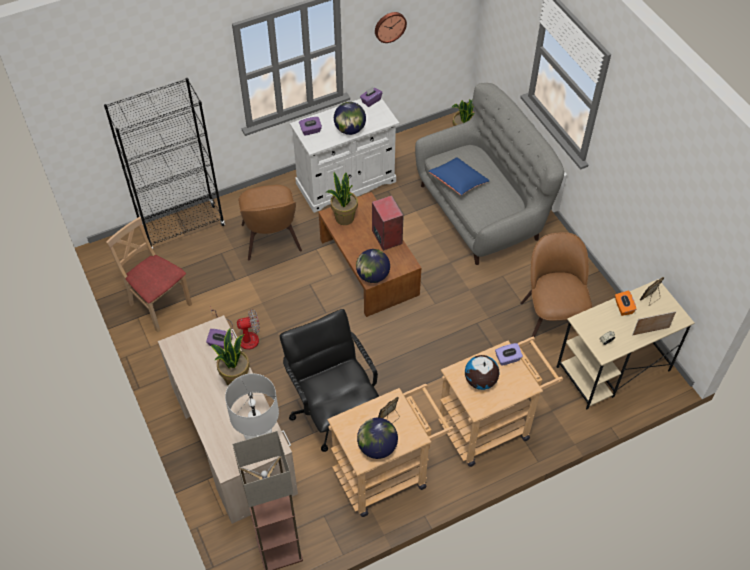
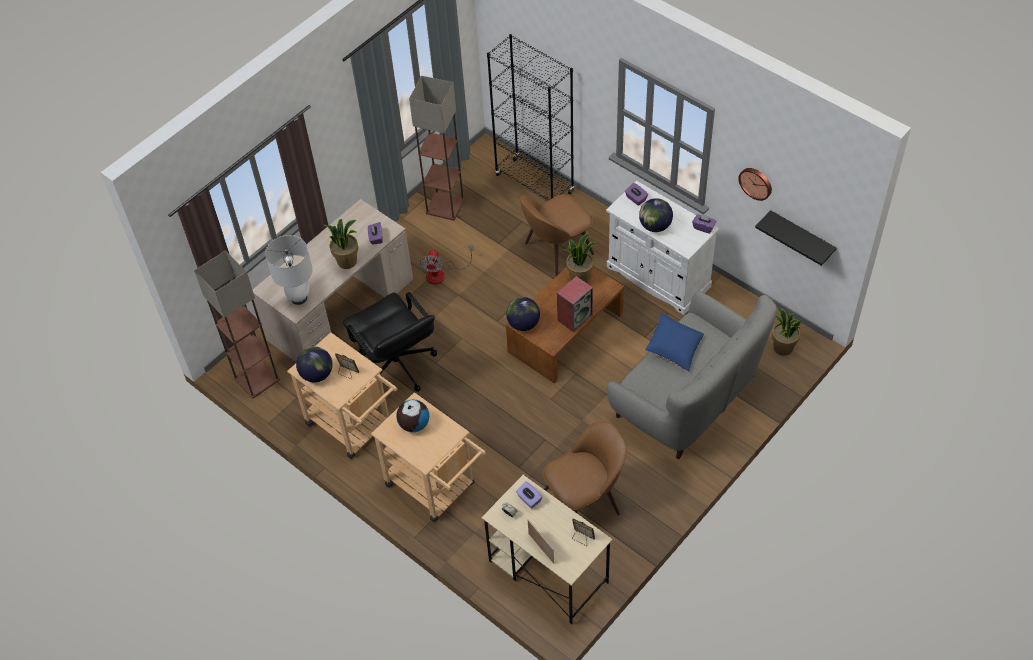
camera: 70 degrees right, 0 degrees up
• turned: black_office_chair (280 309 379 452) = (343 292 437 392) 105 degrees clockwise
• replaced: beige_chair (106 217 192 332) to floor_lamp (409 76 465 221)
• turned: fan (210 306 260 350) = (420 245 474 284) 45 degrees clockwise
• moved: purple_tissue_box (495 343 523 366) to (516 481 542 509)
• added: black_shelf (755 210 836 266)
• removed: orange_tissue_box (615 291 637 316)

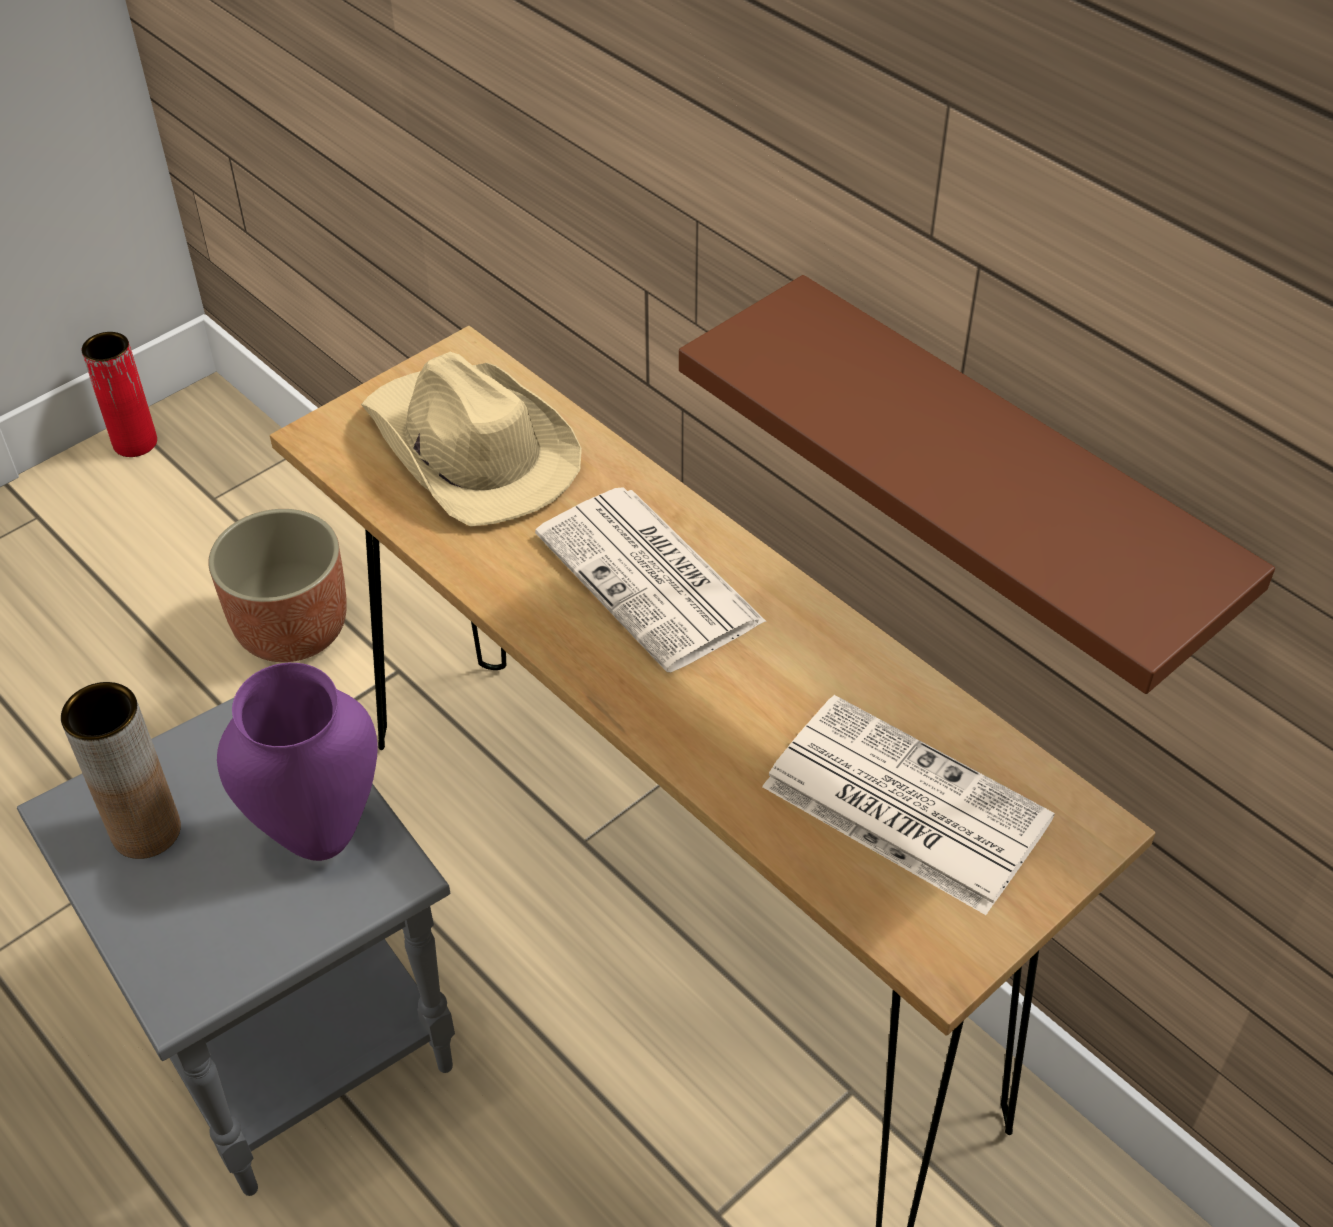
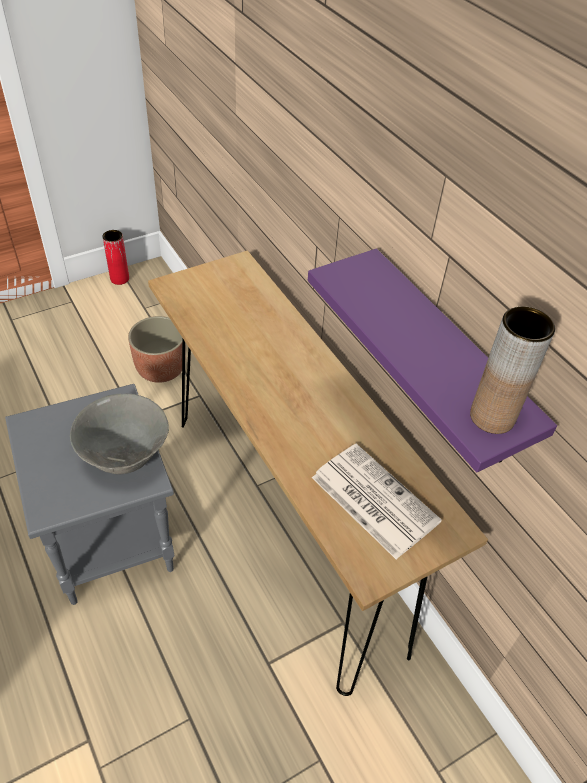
camera: 10 degrees right, 0 degrees up
• replaced: purple_vase (217 663 378 861) to grey_bowl (70 393 169 475)
• recoloured: brown_shelf (679 275 1275 694) to purple_shelf (308 248 557 472)
• moved: brown_vase (61 682 181 859) to (470 306 555 434)
• removed: beige_hat (361 352 582 527)
• removed: newspaper (535 487 767 672)

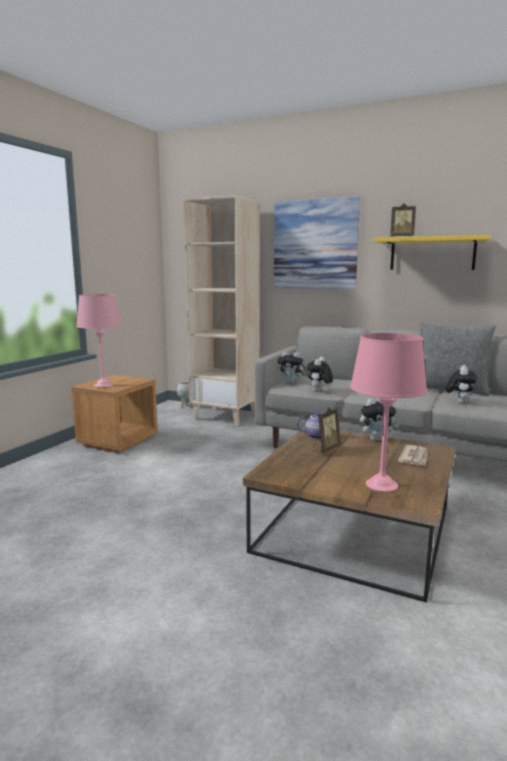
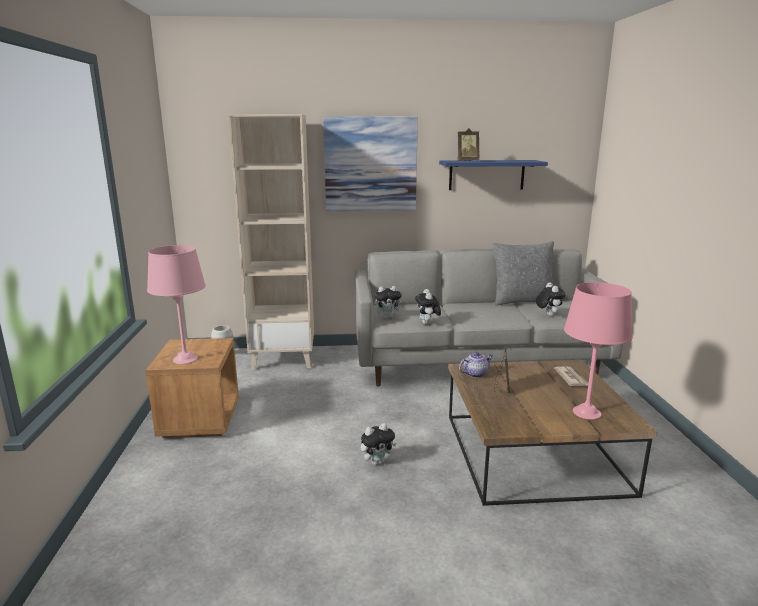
camera: 30 degrees left, 5 degrees up
• moved: plush_toy (360 399 399 441) to (361 423 396 465)
• recoloured: yellow_shelf (374 235 491 270) to blue_shelf (439 160 548 190)

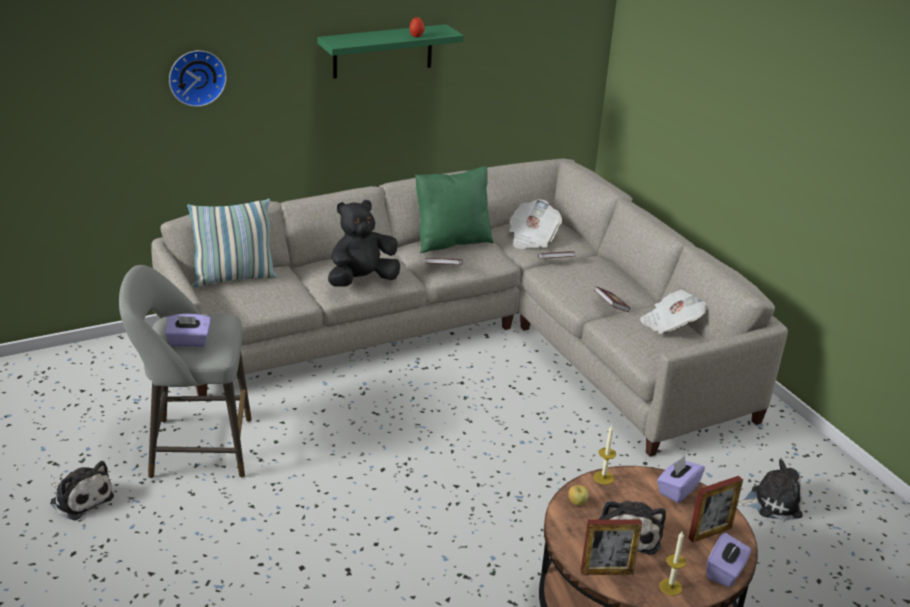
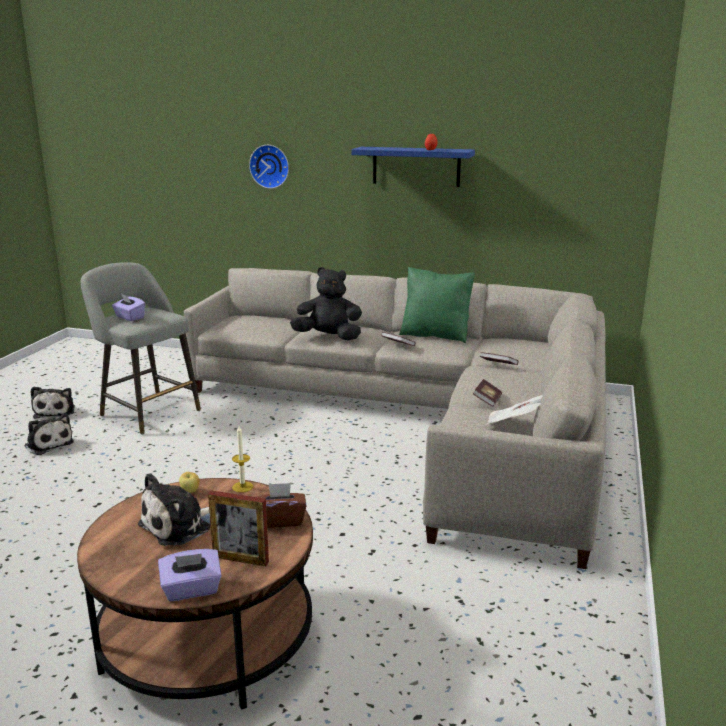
camera: 45 degrees right, 10 degrees down
• moved: plush_toy (737 459 803 521) to (24 414 74 455)
• recoloured: purple_tissue_box (657 456 705 503) to brown_tissue_box (256 483 307 528)
• recoloured: green_shelf (317 24 464 79) to blue_shelf (351 147 475 187)
• removed: pillow (187 199 277 288)
• removed: newspaper (509 199 562 249)
• removed: picture_frame (581 519 642 575)
• removed: candle (659 531 686 596)

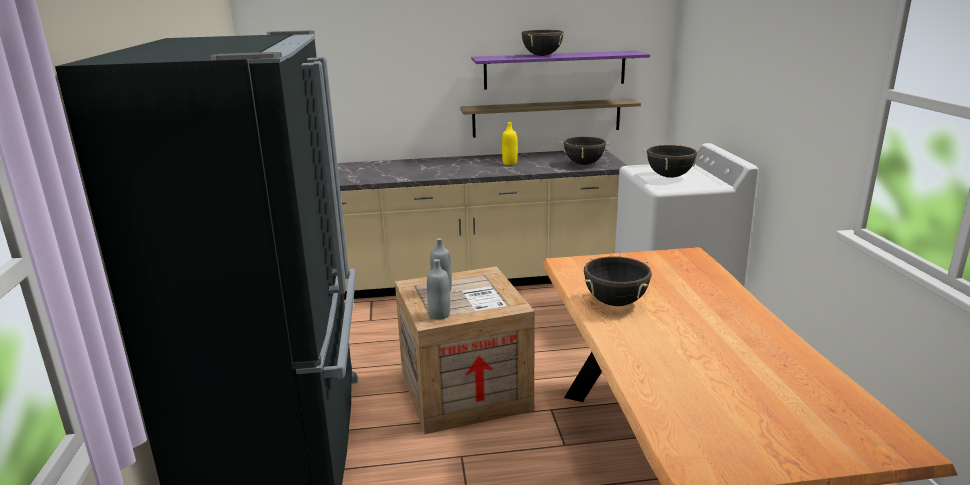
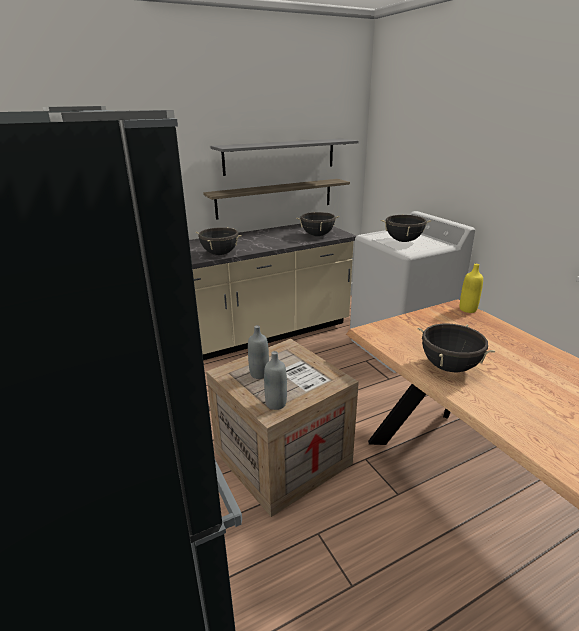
camera: 20 degrees left, 5 degrees up
• moved: black_cooking_pot (520 30 566 56) to (196 227 242 255)
• recoloured: purple_shelf (471 51 650 90) to grey_shelf (210 138 359 176)
• moved: yellow_bottle (502 122 517 165) to (460 264 483 313)

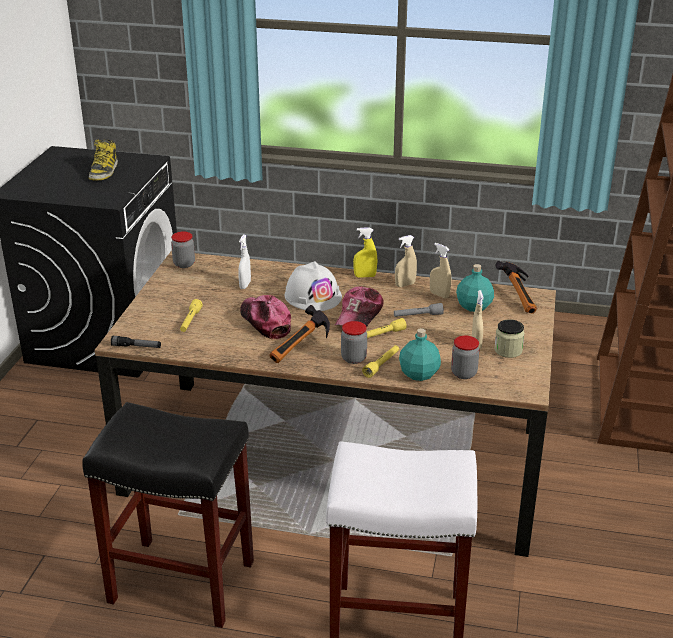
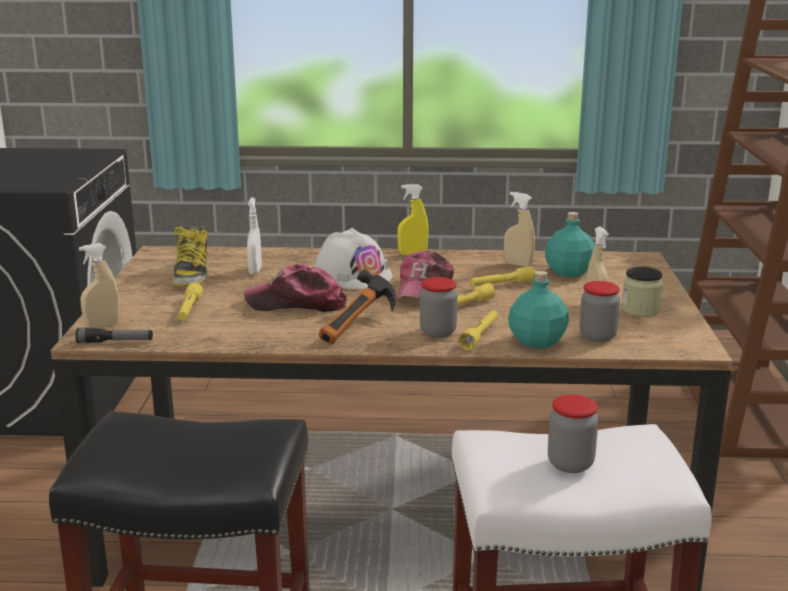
camera: 10 degrees left, 10 degrees down
• moved: beige_spray_bottle (395 235 417 287) to (79 243 120 329)
• moved: boot (89 140 118 181) to (173 226 208 287)
• turned: cap (240 295 291 340) = (244 264 347 312) 45 degrees counterclockwise
• recoloured: grey_flashlight (394 303 444 317) to yellow_flashlight (470 266 535 287)
• moved: jar (171 232 195 268) to (548 395 598 473)
• removed: hammer (495 261 537 314)

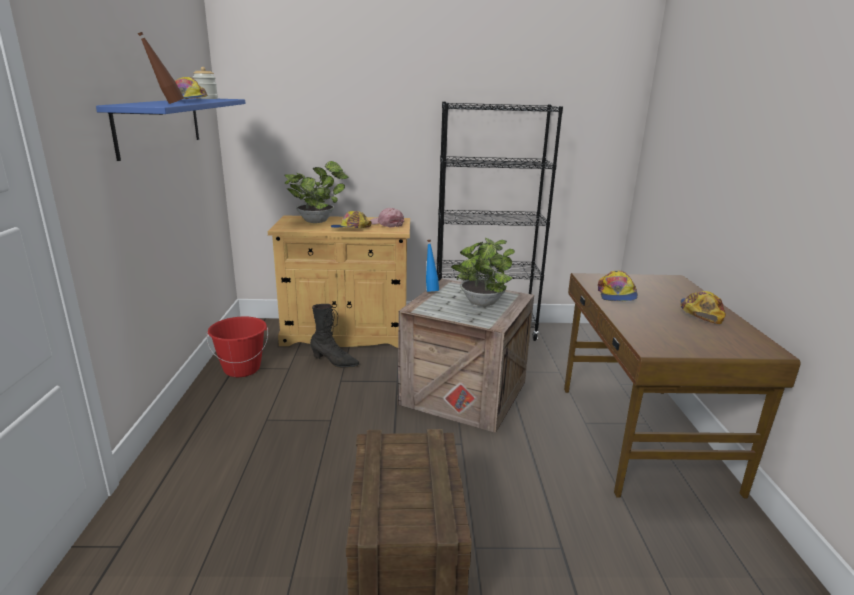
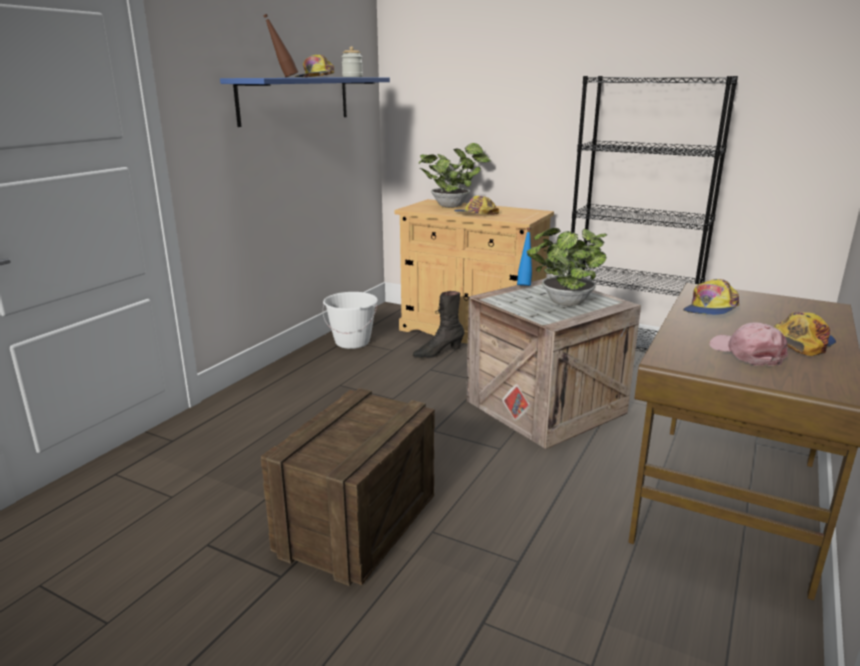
camera: 30 degrees right, 0 degrees up
• recoloured: red_bucket (207 317 268 377) to white_bucket (323 292 378 349)
• turned: black_boot (310 304 359 368) = (412 291 464 358) 105 degrees clockwise
• moved: pink_cap (370 208 404 228) to (709 323 788 366)

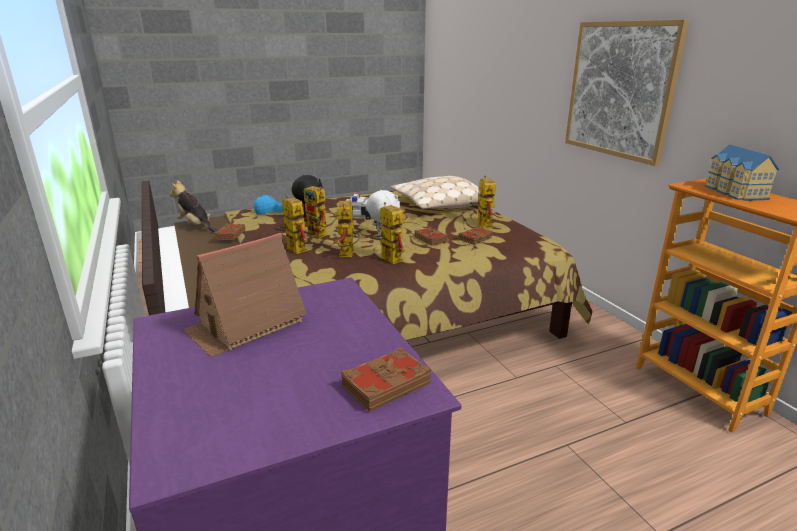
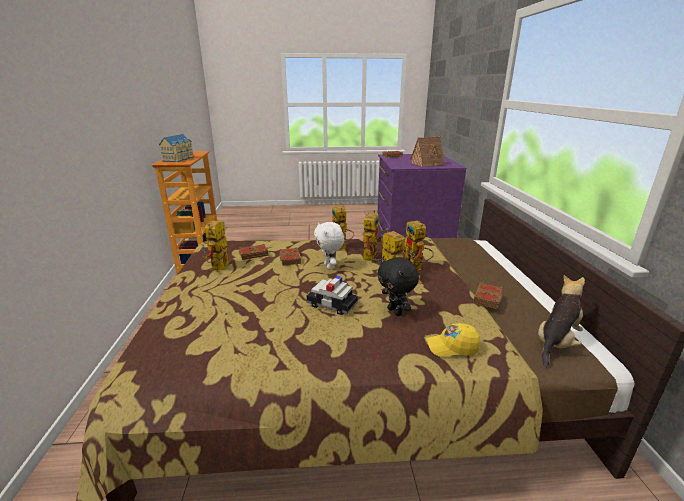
camera: 160 degrees left, 0 degrees up
• recoloured: blue_cap (254 195 283 214) to yellow_cap (426 323 481 357)
• turned: plush_toy (169 180 217 232) = (538 275 585 367) 105 degrees counterclockwise
• removed: beige_pillow (391 176 480 209)
• removed: picture (565 19 689 166)

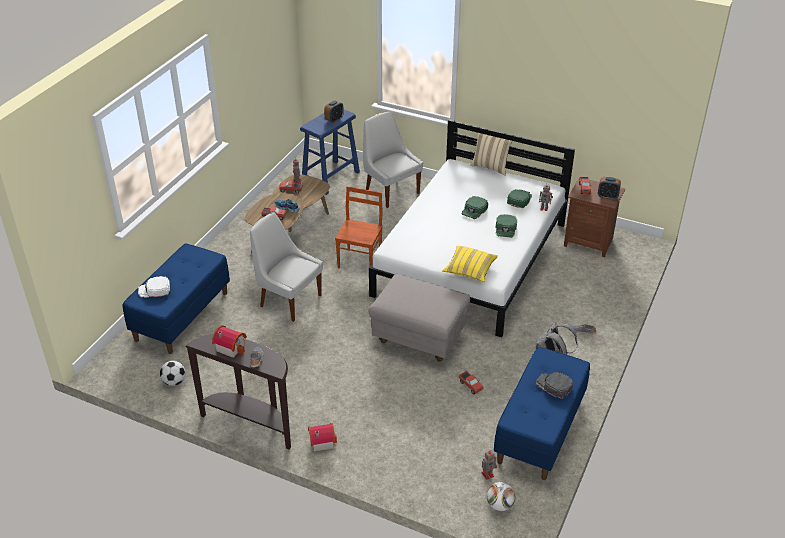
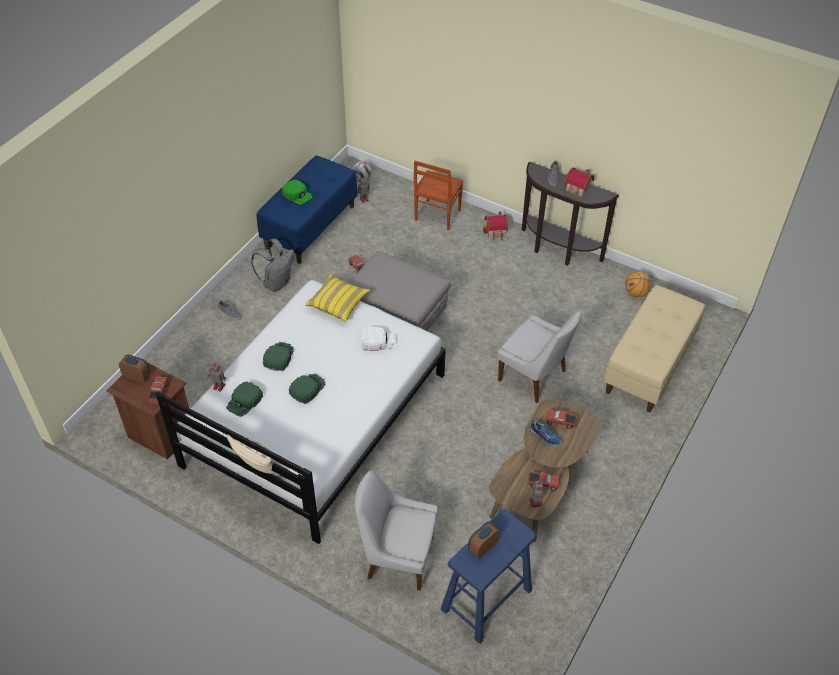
camera: 175 degrees left, 10 degrees up
• recoloured: black_cap (535 372 573 399) to green_cap (282 180 313 205)
• turned: white_chair (363 111 423 208) = (355 470 437 590) 135 degrees clockwise
• moved: white_cap (138 276 170 298) to (361 327 396 351)
• moved: brown_chair (335 186 383 268) to (414 160 464 230)
• recoloured: blue_bench (123 243 230 354) to beige_bench (604 285 705 412)
• replaced: football (160 361 186 386) to basketball (625 271 652 297)

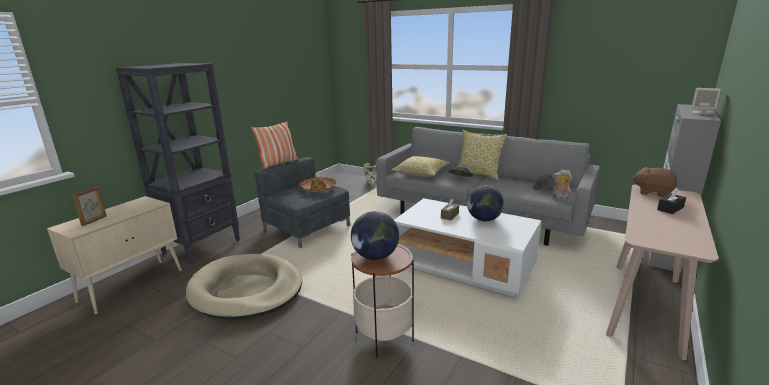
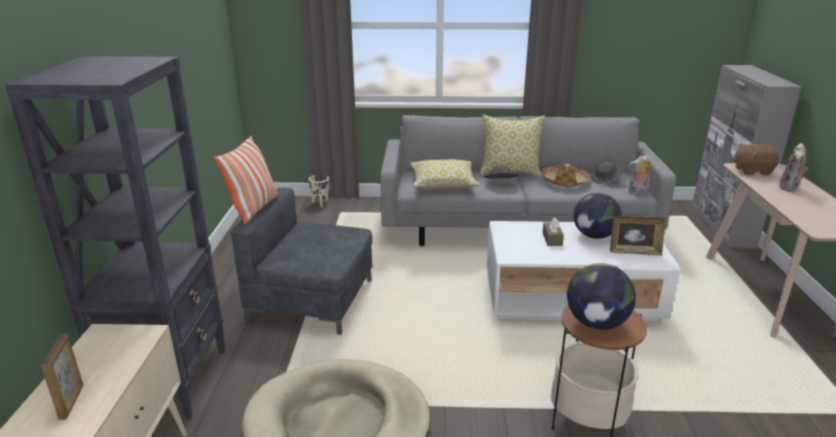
camera: 30 degrees left, 5 degrees up
• moved: hat (300 175 336 192) to (541 164 590 187)
• added: picture_frame (610 216 666 256)
• replaced: black_tissue_box (657 188 686 214) to plush_toy (778 143 808 192)
• removed: beige_speaker (692 88 721 115)

